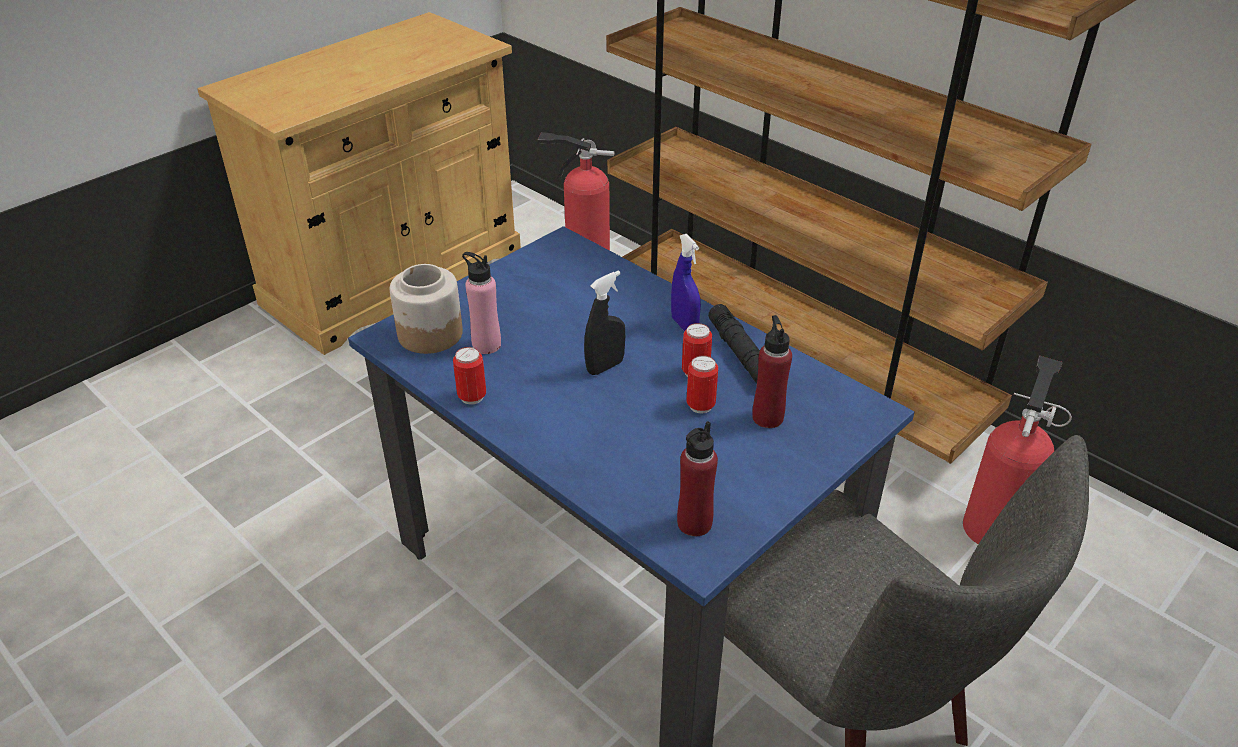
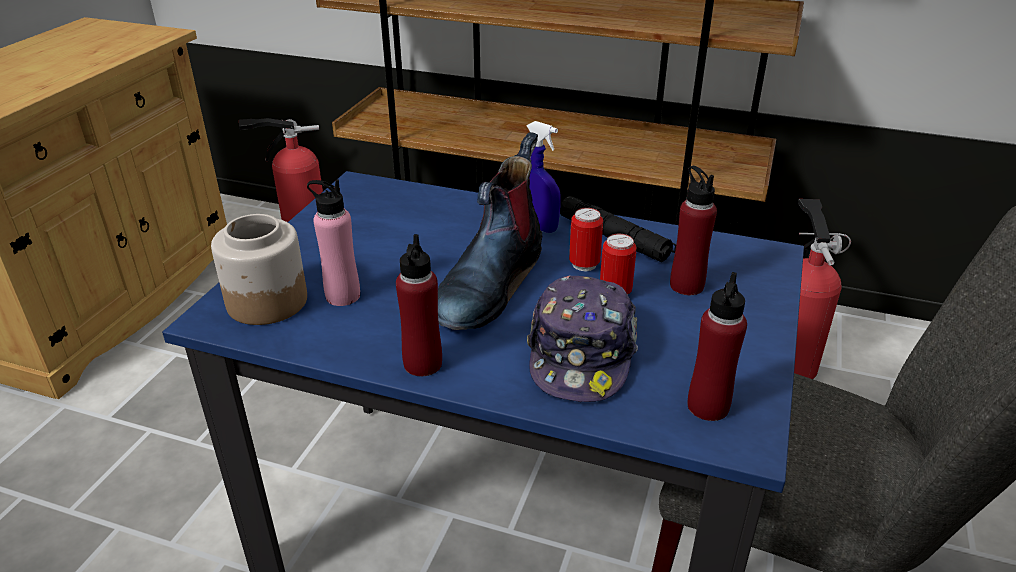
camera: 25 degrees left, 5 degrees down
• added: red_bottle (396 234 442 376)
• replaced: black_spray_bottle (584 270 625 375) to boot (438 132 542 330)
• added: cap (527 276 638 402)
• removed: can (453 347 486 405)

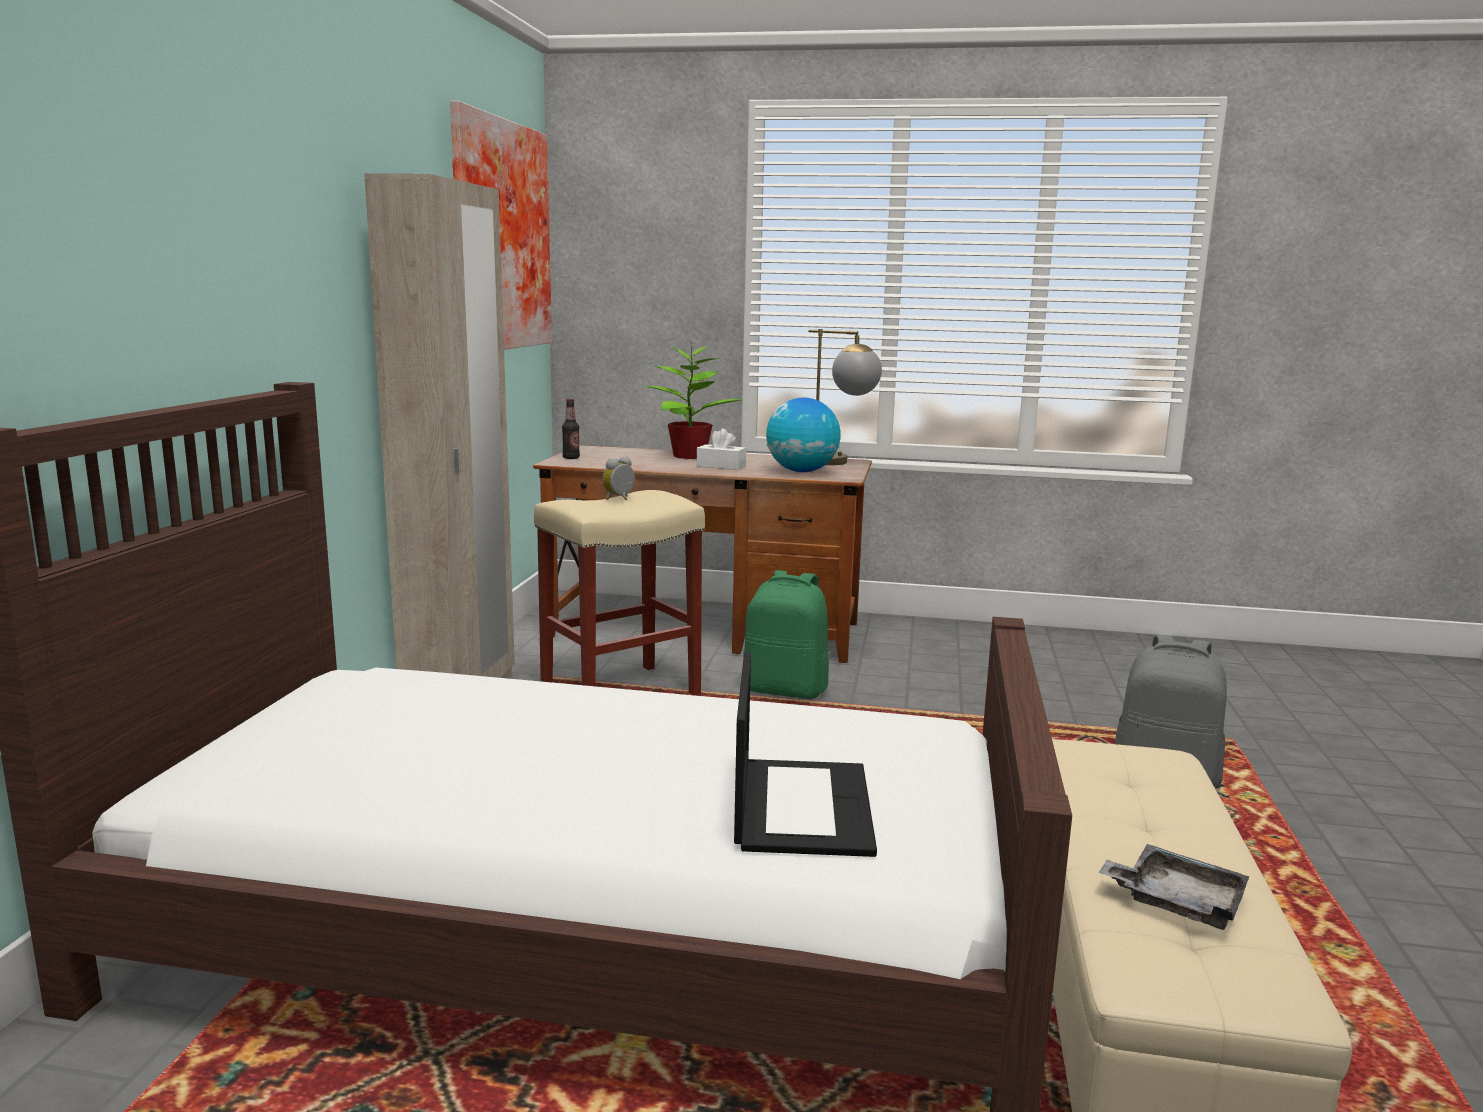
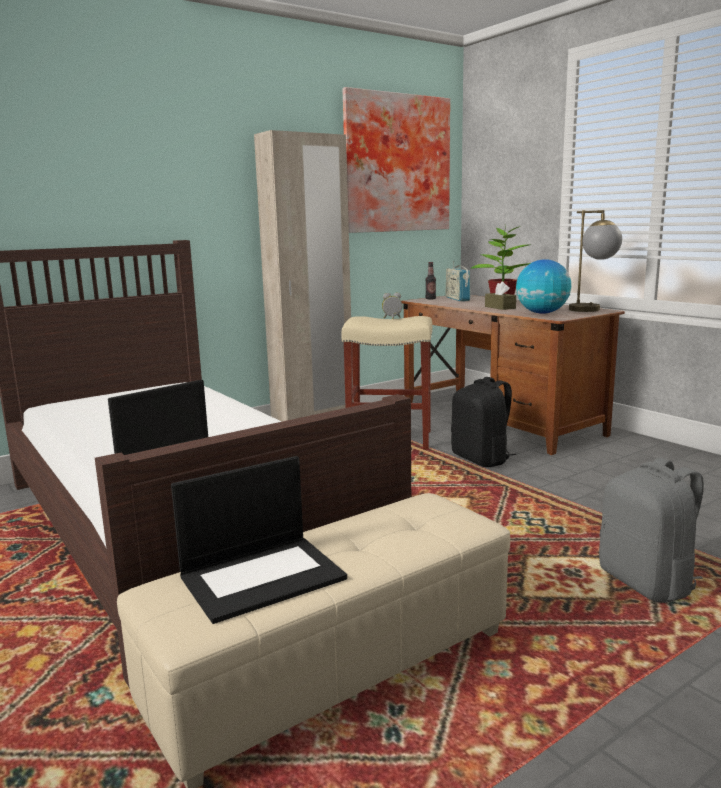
camera: 45 degrees right, 0 degrees up
• replaced: grey_tray (1098 844 1249 930) to laptop (171 456 347 624)
• added: radio (446 261 470 301)
• recoloured: green_backpack (743 570 829 699) to black_backpack (451 377 516 467)
• recoloured: white_tissue_box (697 428 746 470) to brown_tissue_box (485 282 516 310)

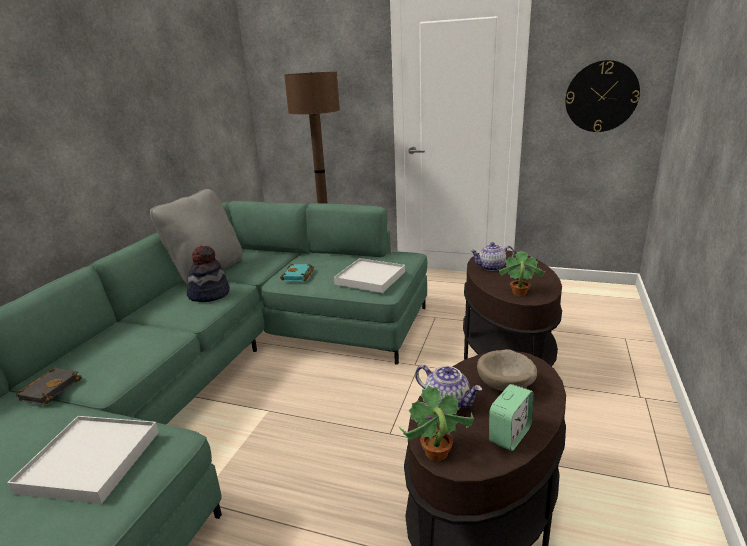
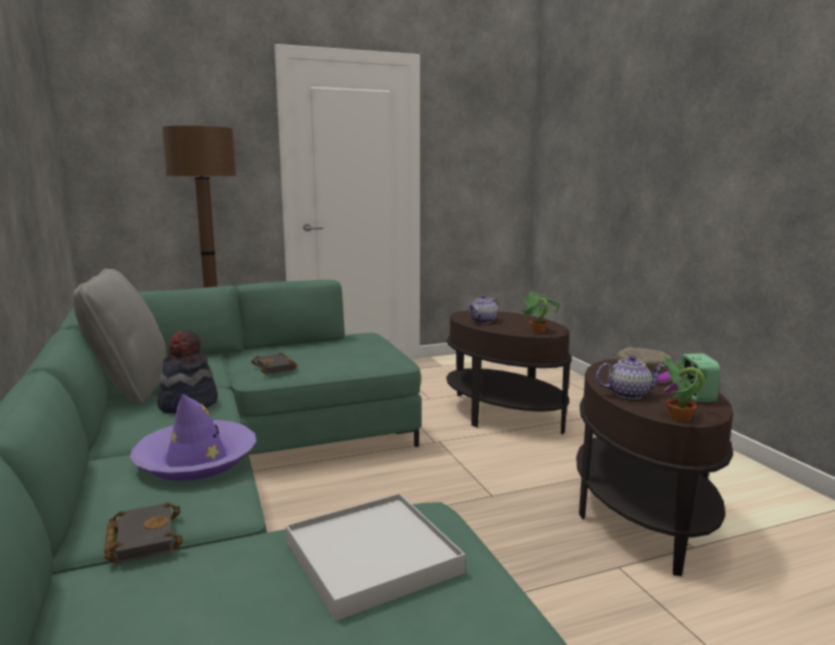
camera: 40 degrees left, 10 degrees down
• added: purple_hat (130 394 256 481)
• recoloured: turquoise_book (280 264 314 281) to black_book (251 352 298 374)
• removed: white_tray (334 258 405 293)
• removed: wall_clock (565 60 640 132)

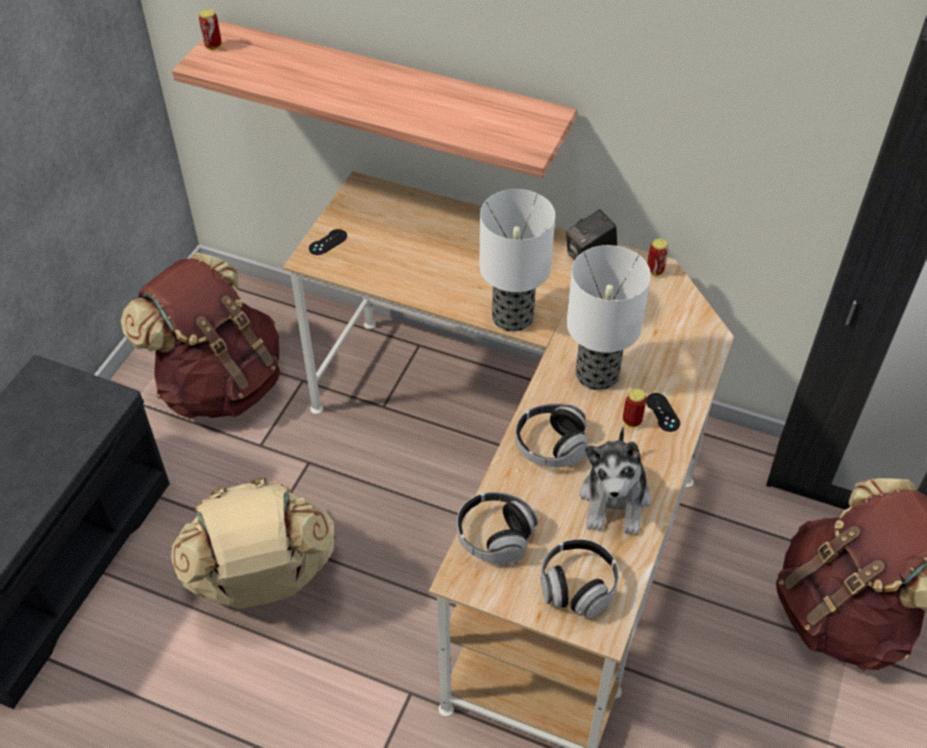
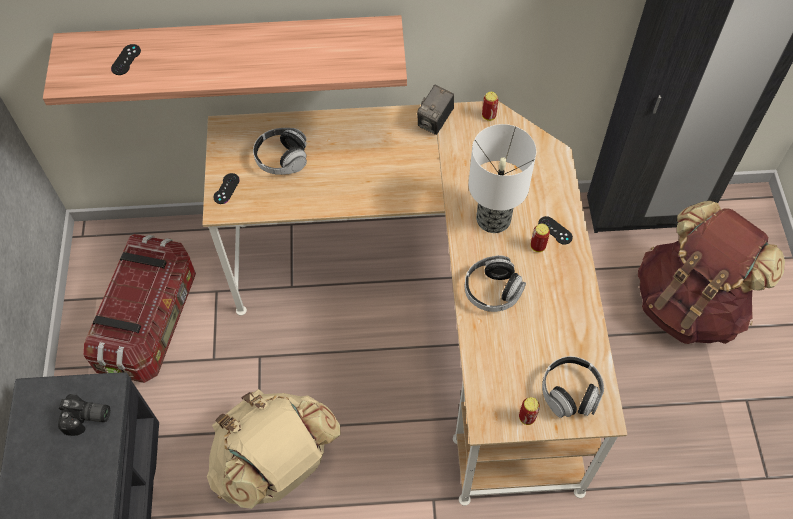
camera: 25 degrees left, 10 degrees up
• added: photo_camera (58 394 110 436)
• replaced: brown_backpack (121 252 280 419) to storage_box (84 234 196 383)
• added: black_game_controller (111 44 141 75)
• moved: headphones (457 492 538 564) to (253 128 307 175)
• moved: can (199 9 222 50) to (519 397 540 425)
• removed: table_lamp (479 189 555 332)
• removed: plush_toy (580 427 651 535)

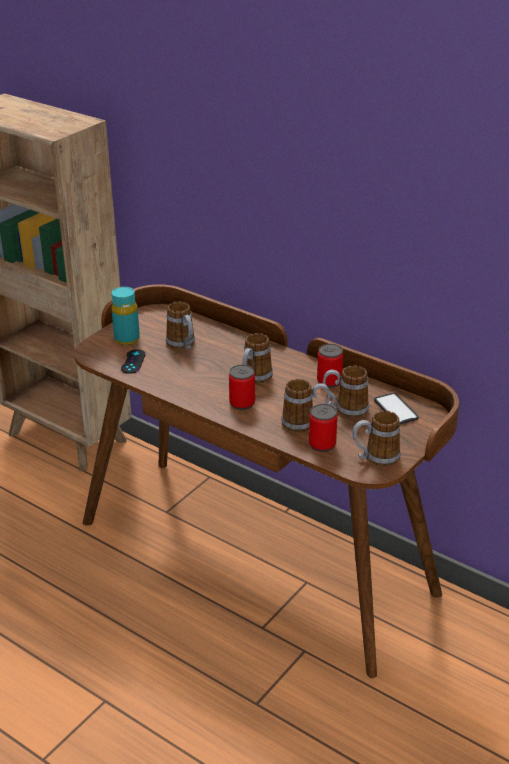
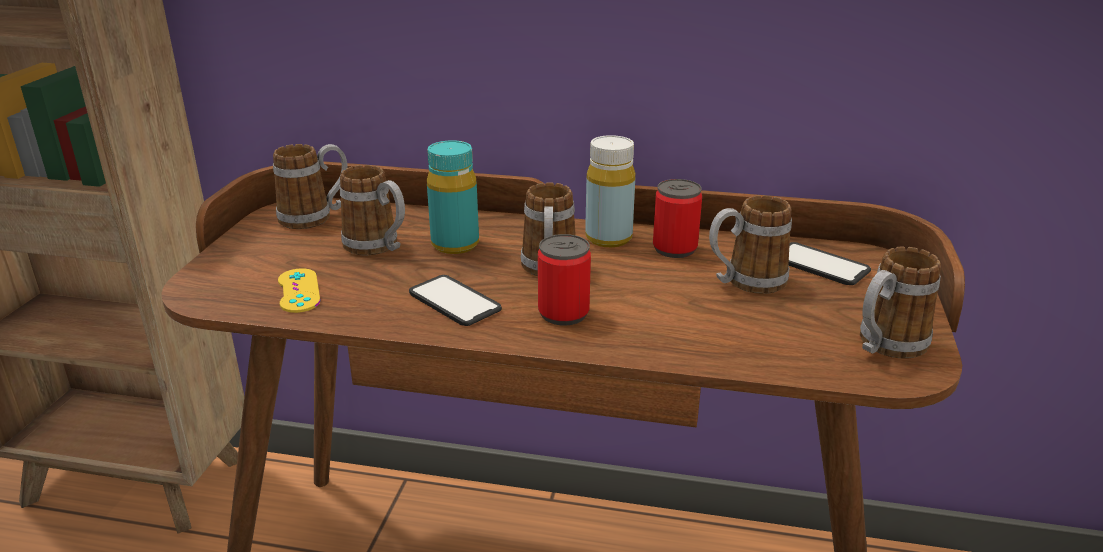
camera: 25 degrees left, 5 degrees down
• moved: mug (281 379 330 432) to (273 144 348 229)
• recoloured: black_game_controller (121 349 146 374) to yellow_game_controller (278 268 320 313)
• added: phone (409 275 502 326)
• moved: turquoise_bottle (112 287 140 345) to (427 140 479 254)
• added: yellow_bottle (585 135 635 247)
• removed: can (309 404 337 452)

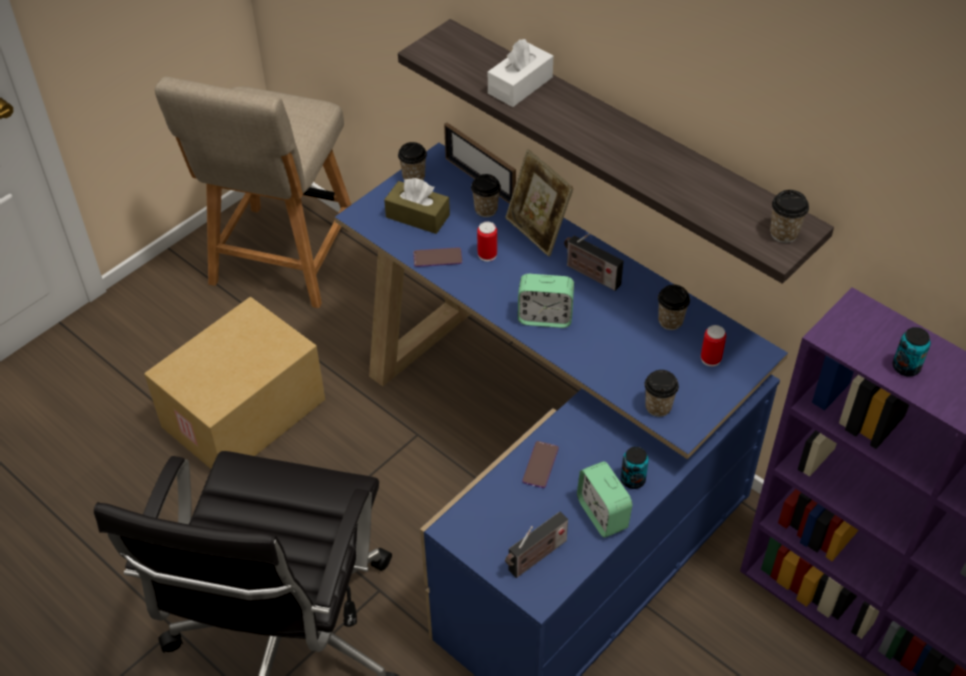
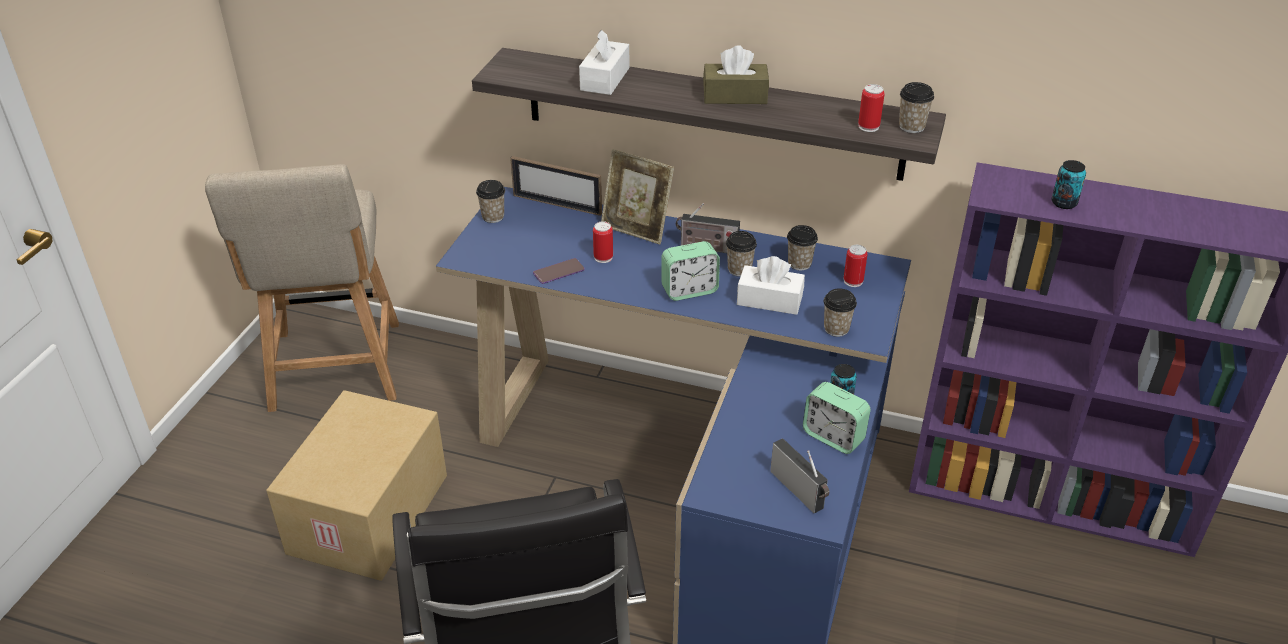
camera: 25 degrees left, 10 degrees down
• moved: brown_tissue_box (384 178 450 234) to (703 45 769 104)
• moved: cup (471 174 501 217) to (726 231 757 277)
• added: white_tissue_box (737 256 805 315)
• turned: radio (505 512 568 578) = (770 438 829 513) 60 degrees counterclockwise
• added: can (858 84 885 132)
• removed: phone (522 441 559 488)

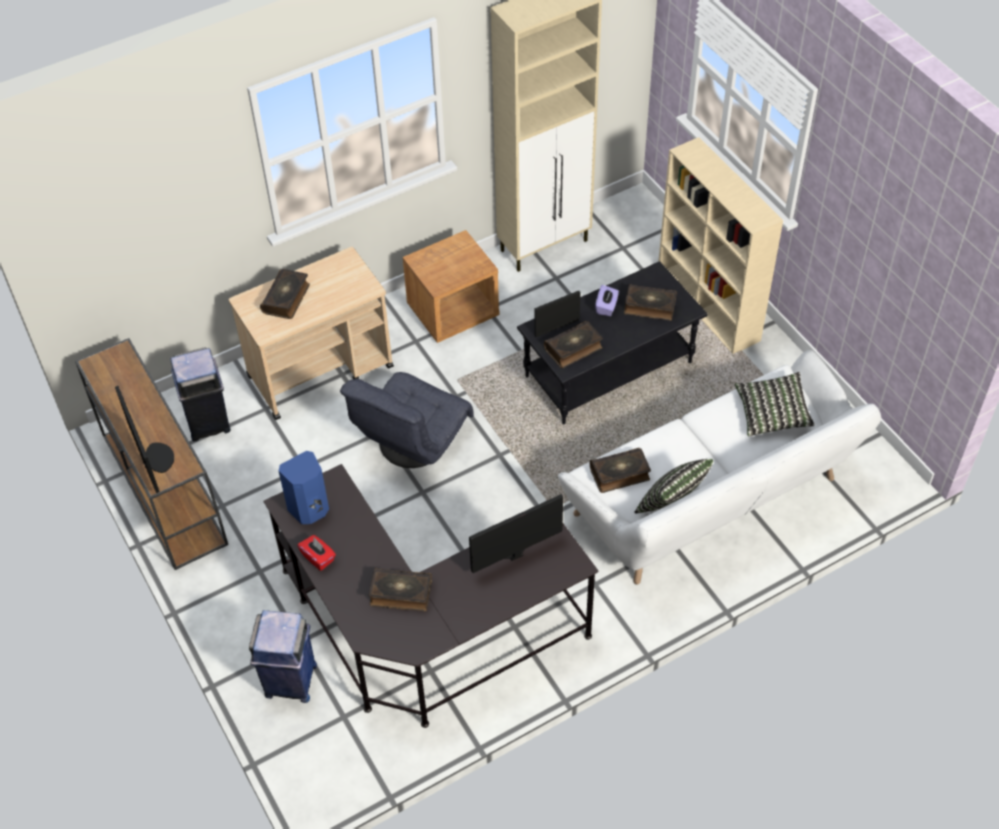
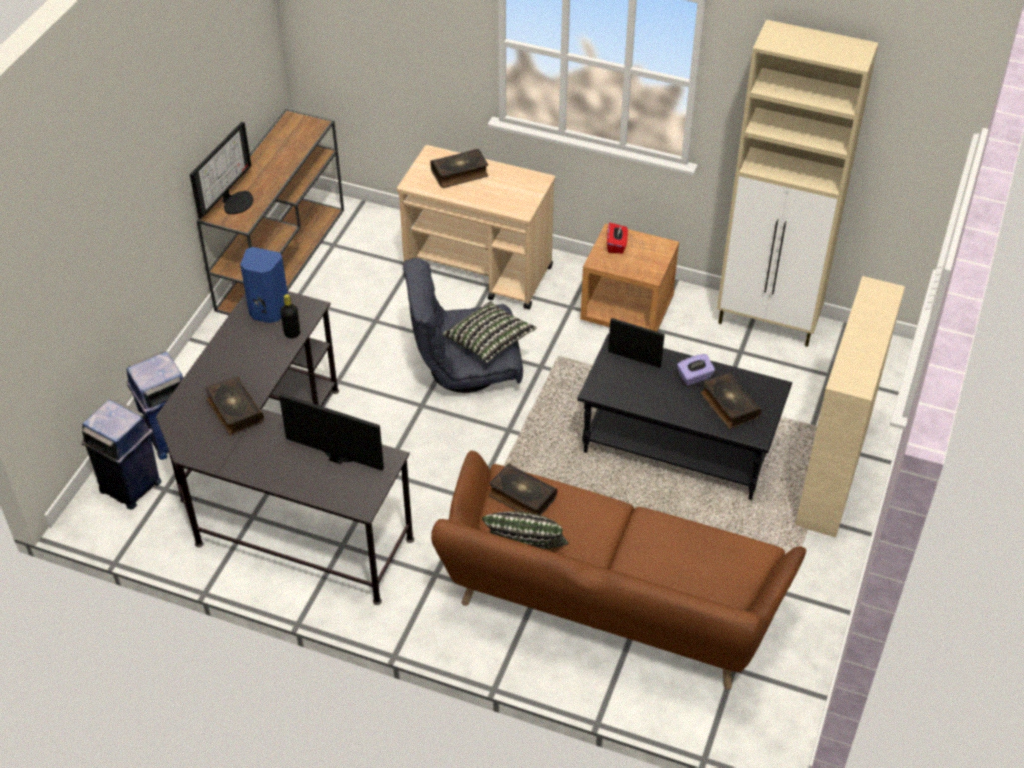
camera: 50 degrees right, 5 degrees down
• moved: blue_trash_can (170 347 231 442) to (81 400 161 510)
• added: black_bottle (280 294 300 338)
• recoloured: white_sofa (558 350 881 584) to brown_sofa (431 451 806 690)
• moved: pillow (735 372 815 436) to (443 301 537 363)
• moved: red_tissue_box (298 535 336 571) to (607 223 628 254)
• removed: book (544 321 603 368)

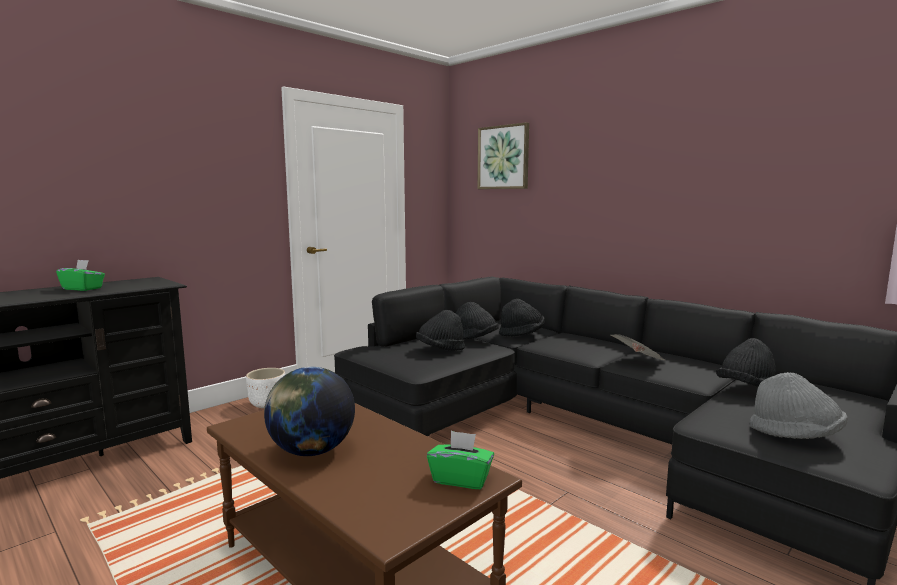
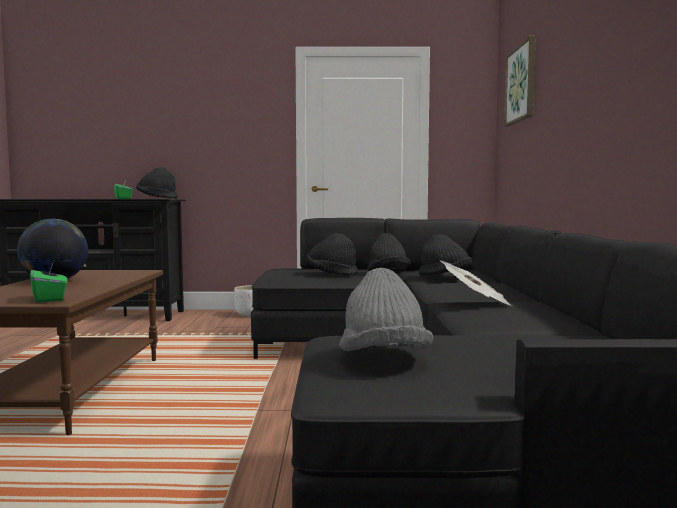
camera: 45 degrees right, 5 degrees down
• moved: black_hat (716 338 776 387) to (136 167 178 199)

